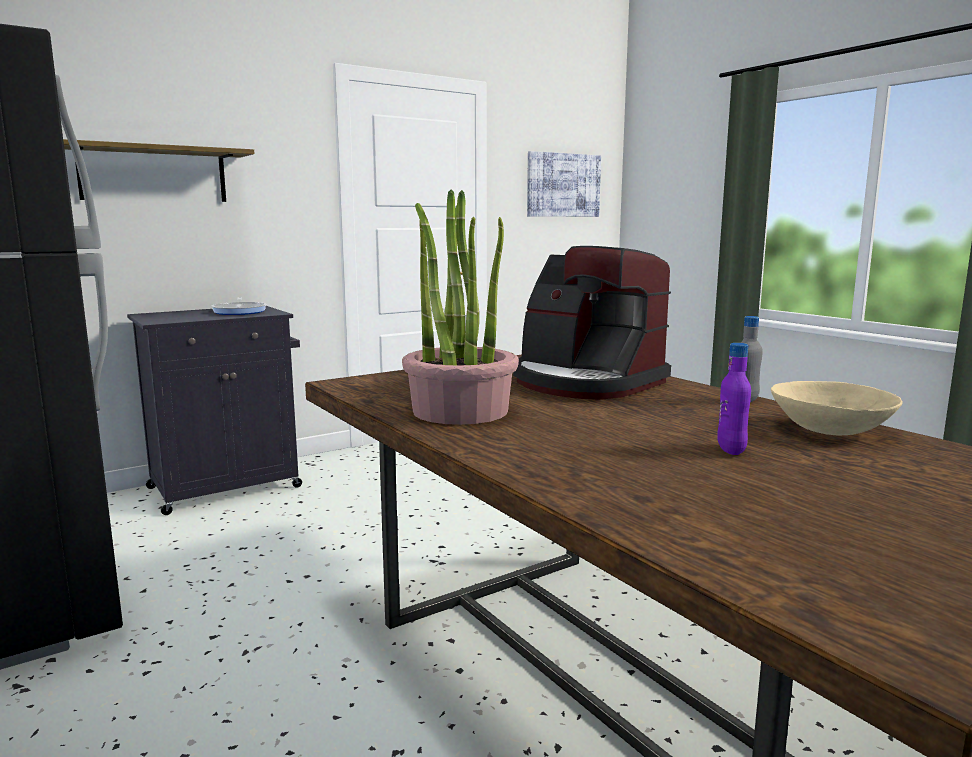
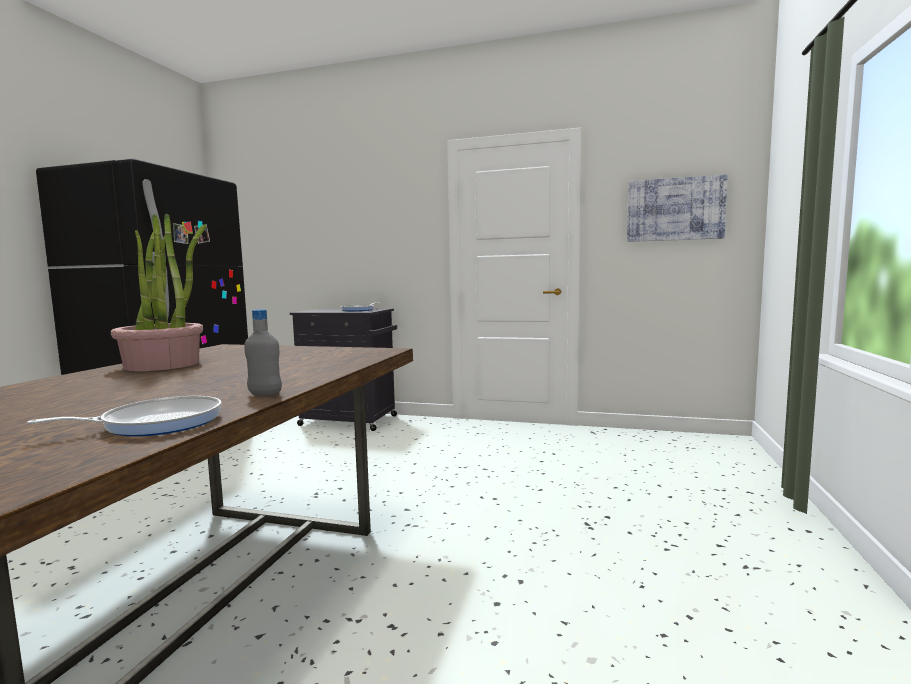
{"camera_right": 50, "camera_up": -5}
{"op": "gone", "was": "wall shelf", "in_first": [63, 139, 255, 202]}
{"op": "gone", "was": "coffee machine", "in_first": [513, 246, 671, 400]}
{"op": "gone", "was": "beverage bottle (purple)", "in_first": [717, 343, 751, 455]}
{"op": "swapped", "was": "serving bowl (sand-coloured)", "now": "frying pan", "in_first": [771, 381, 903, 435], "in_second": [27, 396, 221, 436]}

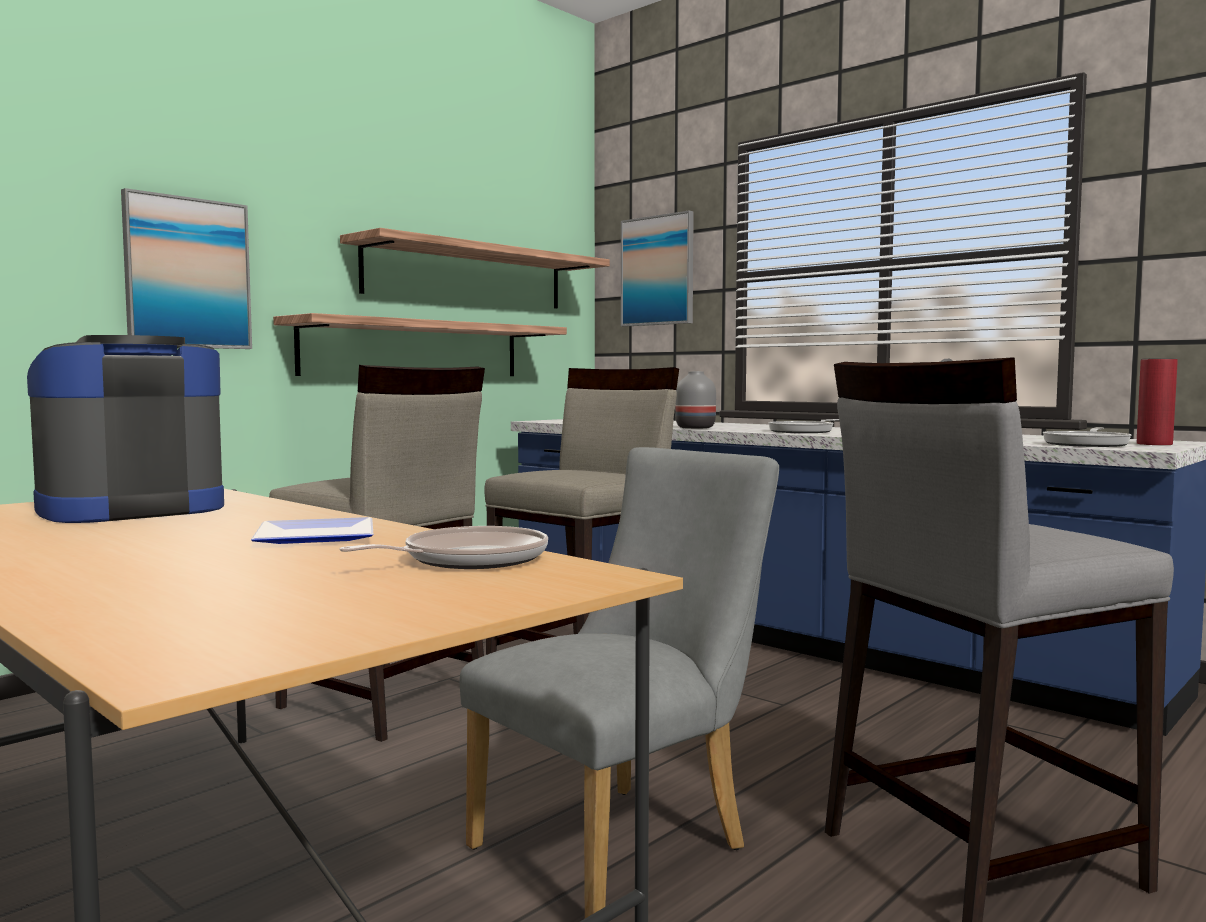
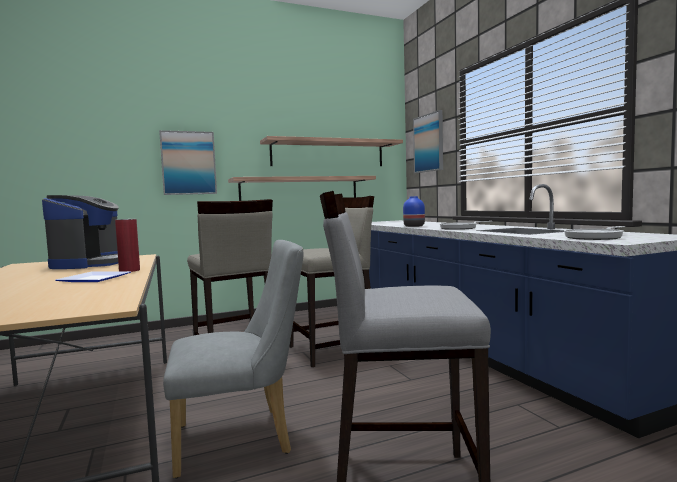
{"camera_right": 25, "camera_up": 0}
{"op": "gone", "was": "frying pan", "in_first": [340, 526, 548, 569]}
{"op": "shifted", "was": "decorative vase (red)", "in_first": [1137, 358, 1178, 445], "in_second": [115, 219, 140, 272]}
{"op": "repainted", "was": "decorative vase (greyish)", "now": "decorative vase (bluish)", "in_first": [675, 371, 716, 429], "in_second": [403, 196, 425, 227]}
{"op": "rotated", "was": "coffee machine", "in_first": [27, 335, 224, 523], "in_second": [42, 195, 119, 269], "clockwise": 105}

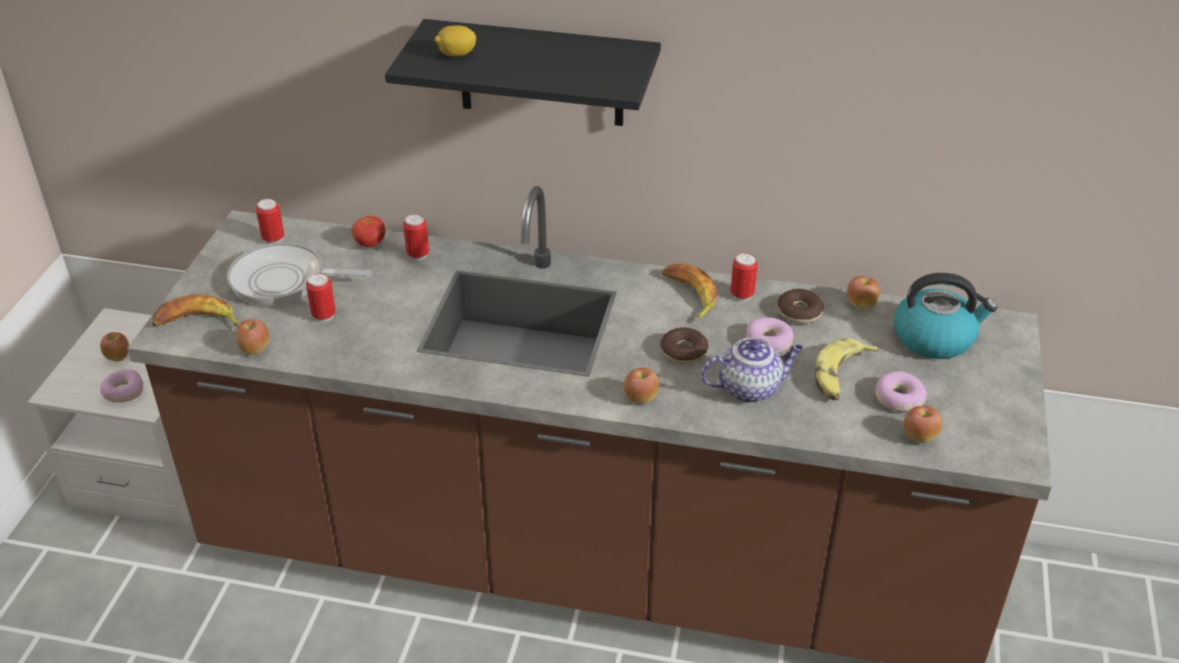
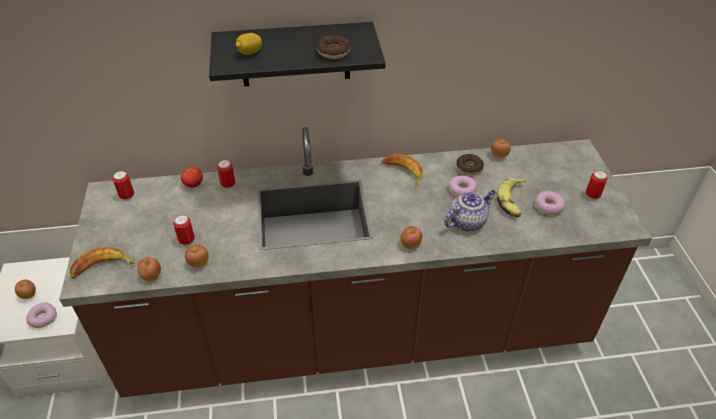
{"camera_right": -20, "camera_up": 5}
{"op": "gone", "was": "frying pan", "in_first": [227, 242, 372, 306]}
{"op": "gone", "was": "water kettle", "in_first": [894, 273, 997, 359]}
{"op": "shifted", "was": "doughnut", "in_first": [661, 327, 709, 365], "in_second": [317, 35, 350, 59]}
{"op": "shifted", "was": "can", "in_first": [731, 253, 758, 301], "in_second": [586, 170, 608, 200]}
{"op": "shifted", "was": "apple", "in_first": [904, 406, 942, 443], "in_second": [185, 245, 209, 268]}

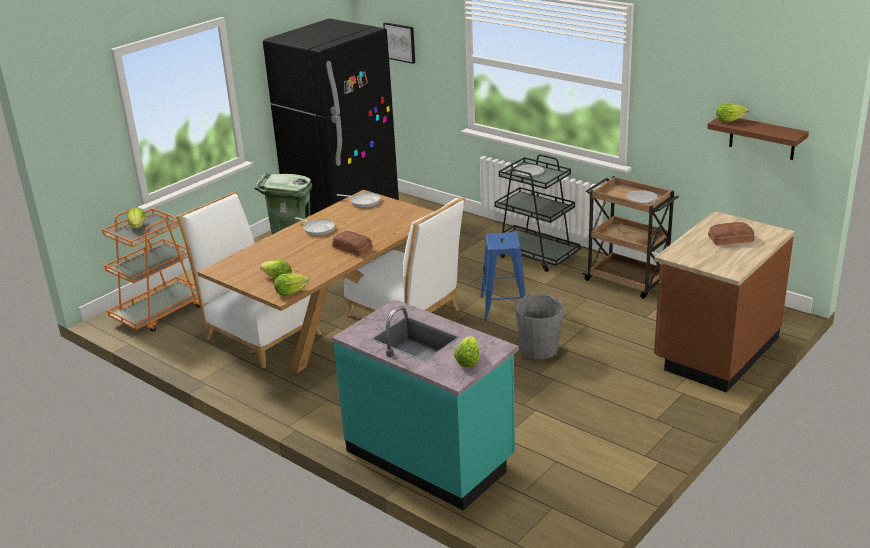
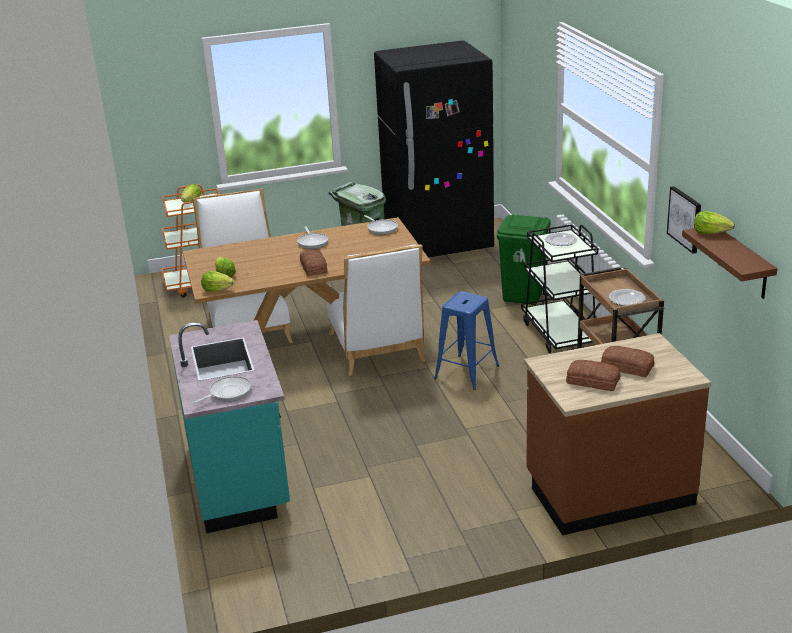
{"camera_right": 35, "camera_up": 0}
{"op": "gone", "was": "pail (greyish)", "in_first": [515, 293, 564, 359]}
{"op": "new", "now": "trash can (green-coloured)", "in_second": [497, 214, 551, 305]}
{"op": "new", "now": "bakery bread", "in_second": [566, 360, 620, 391]}
{"op": "shifted", "was": "wall art", "in_first": [383, 22, 415, 64], "in_second": [667, 186, 701, 254]}
{"op": "swapped", "was": "lettuce", "now": "frying pan", "in_first": [454, 336, 480, 367], "in_second": [192, 376, 251, 404]}

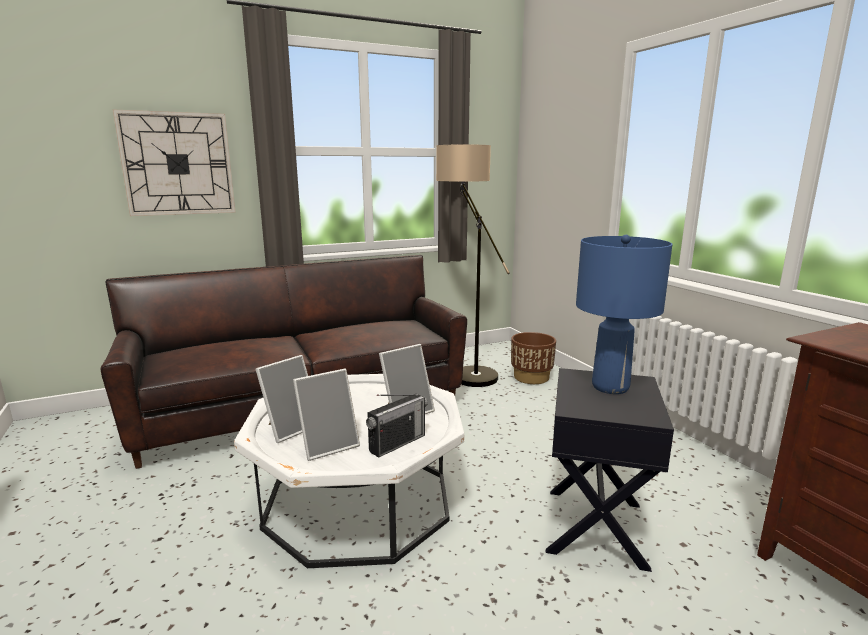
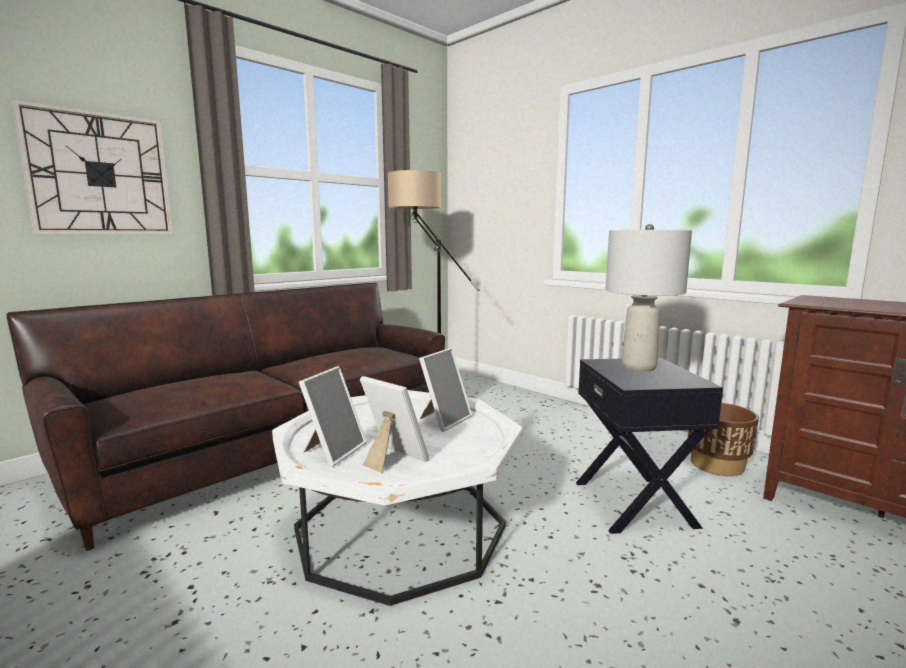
{"camera_right": -20, "camera_up": -5}
{"op": "gone", "was": "radio receiver", "in_first": [366, 394, 428, 458]}
{"op": "shifted", "was": "flower pot (brown)", "in_first": [511, 332, 556, 384], "in_second": [688, 403, 759, 476]}
{"op": "repainted", "was": "lamp for a table (bluish)", "now": "lamp for a table (greyish)", "in_first": [576, 235, 672, 394], "in_second": [606, 224, 692, 371]}
{"op": "rotated", "was": "picture frame", "in_first": [293, 369, 360, 461], "in_second": [360, 376, 429, 473], "clockwise": -90}

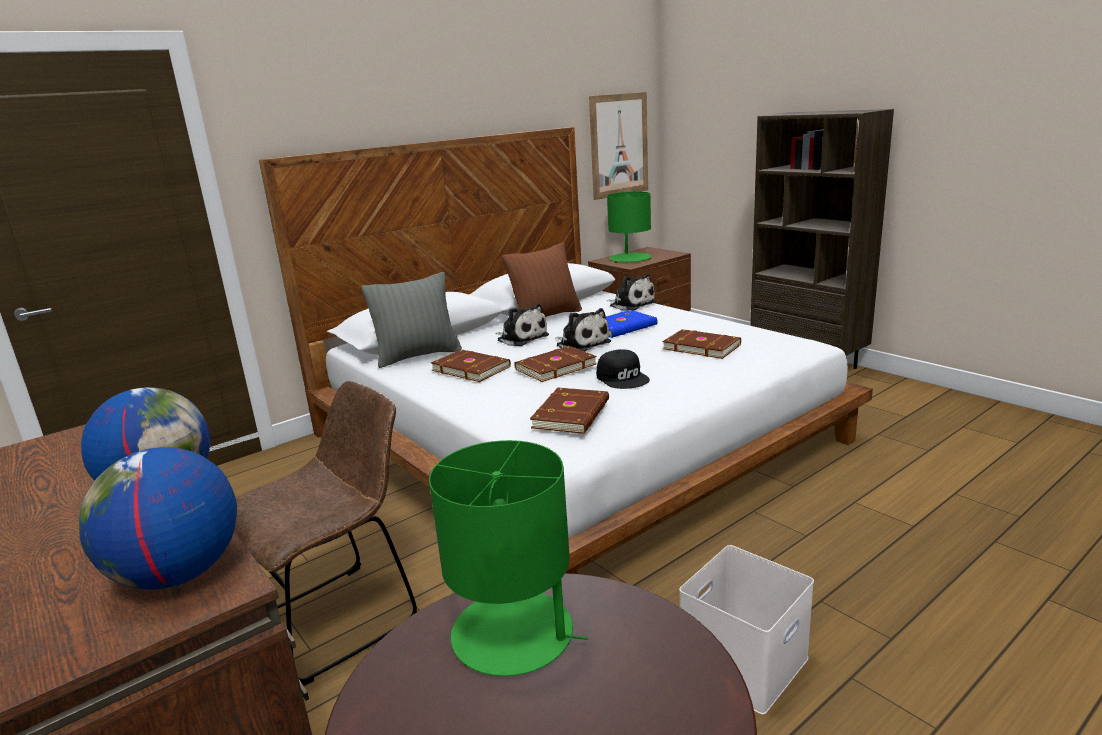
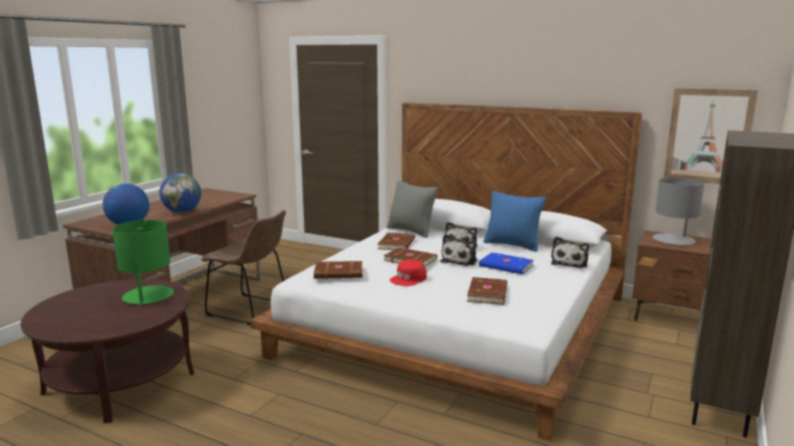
{"camera_right": 65, "camera_up": -5}
{"op": "gone", "was": "storage box (white)", "in_first": [679, 545, 814, 715]}
{"op": "repainted", "was": "pillow (brown)", "now": "pillow (bluish)", "in_first": [502, 243, 582, 317], "in_second": [484, 191, 546, 252]}
{"op": "repainted", "was": "peaked cap (black-coloured)", "now": "peaked cap (red)", "in_first": [596, 349, 650, 389], "in_second": [390, 260, 427, 286]}
{"op": "repainted", "was": "lamp for a table (green-coloured)", "now": "lamp for a table (greyish)", "in_first": [607, 191, 651, 263], "in_second": [652, 177, 704, 247]}

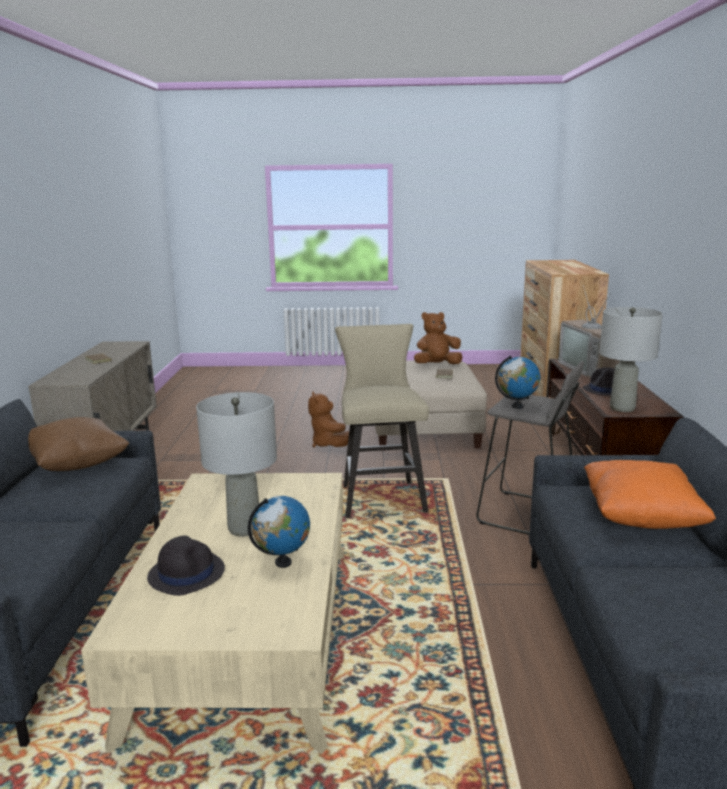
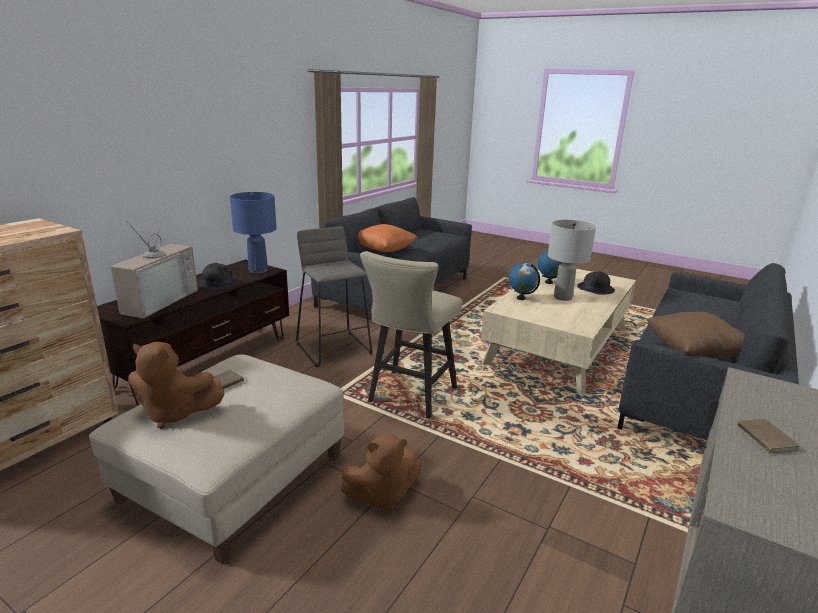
{"camera_right": -150, "camera_up": 5}
{"op": "shifted", "was": "globe", "in_first": [495, 356, 540, 409], "in_second": [509, 263, 540, 300]}
{"op": "repainted", "was": "lamp for a table (greyish)", "now": "lamp for a table (bluish)", "in_first": [599, 307, 663, 412], "in_second": [230, 192, 277, 274]}
{"op": "rotated", "was": "cuddly toy (brown)", "in_first": [308, 392, 349, 448], "in_second": [341, 434, 421, 512], "clockwise": 60}

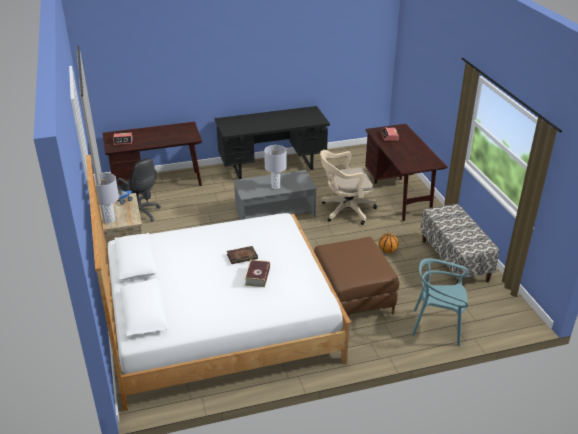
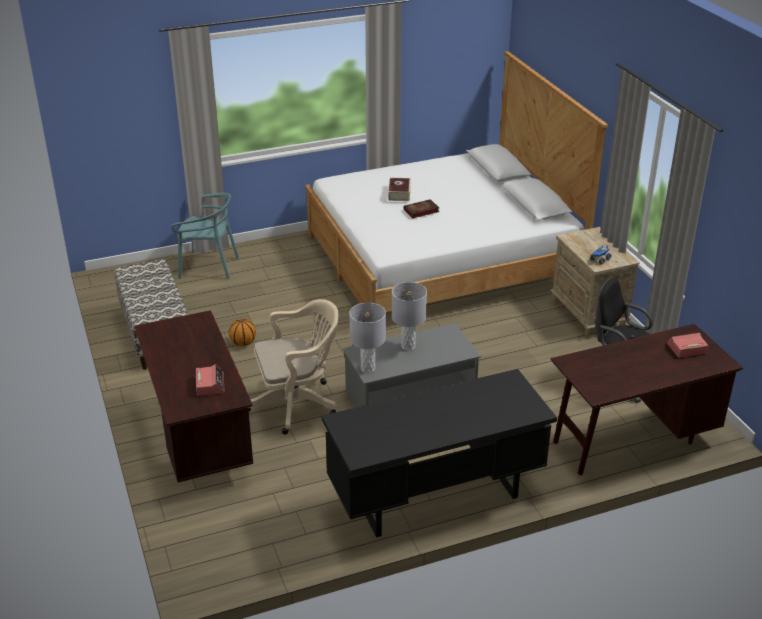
{"camera_right": 175, "camera_up": 0}
{"op": "gone", "was": "pouffe (brown)", "in_first": [314, 237, 400, 316]}
{"op": "shifted", "was": "lamp for a table (greyish)", "in_first": [94, 173, 119, 223], "in_second": [349, 303, 386, 373]}

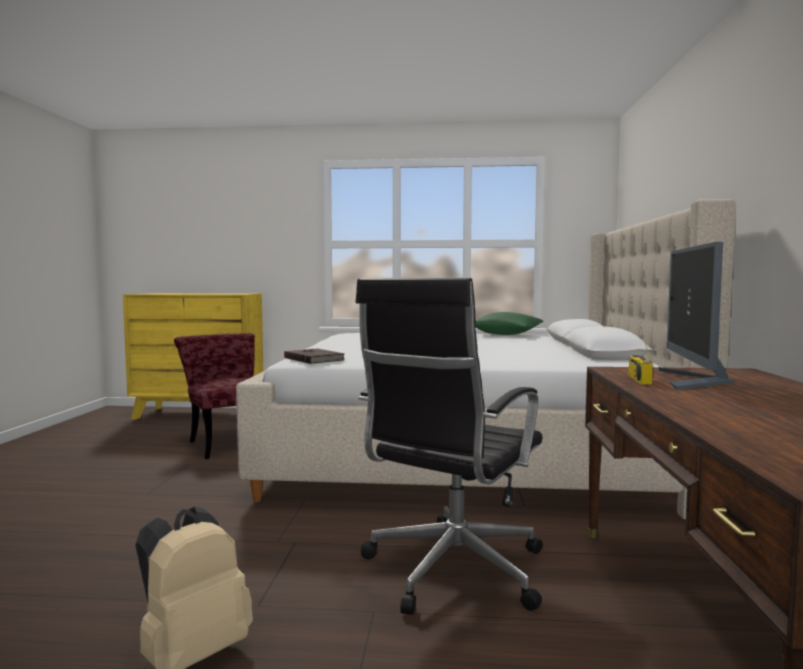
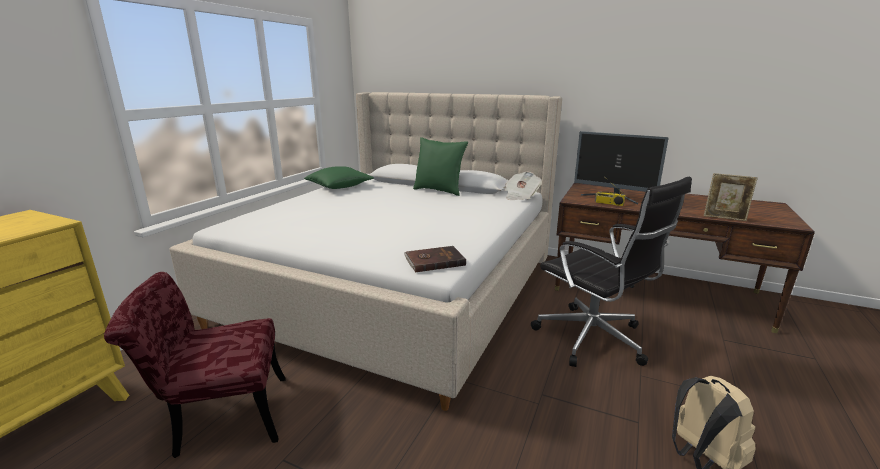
{"camera_right": -70, "camera_up": 15}
{"op": "new", "now": "pillow (green-coloured)", "in_second": [413, 137, 468, 196]}
{"op": "new", "now": "daily paper", "in_second": [505, 172, 542, 200]}
{"op": "new", "now": "picture frame", "in_second": [704, 173, 758, 221]}

